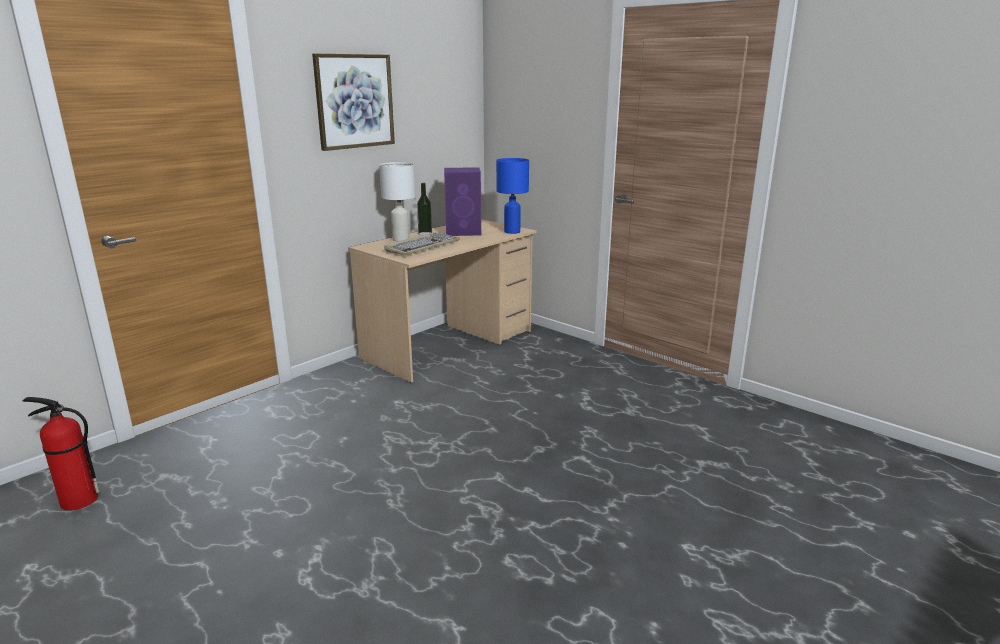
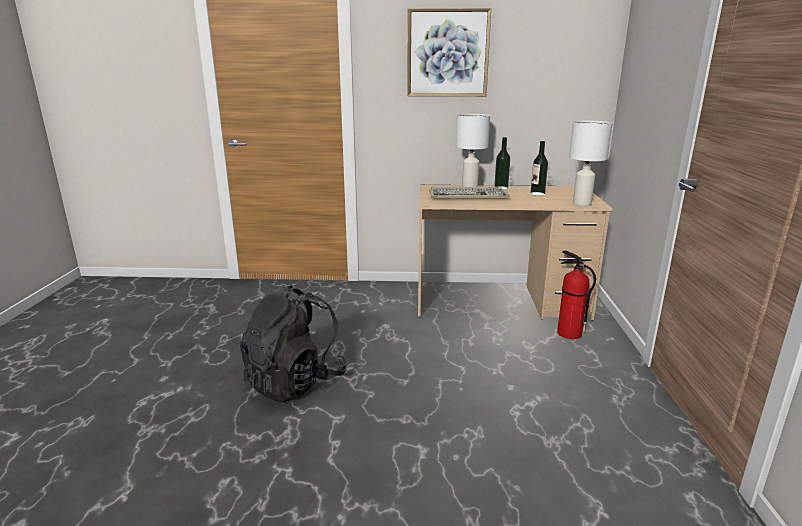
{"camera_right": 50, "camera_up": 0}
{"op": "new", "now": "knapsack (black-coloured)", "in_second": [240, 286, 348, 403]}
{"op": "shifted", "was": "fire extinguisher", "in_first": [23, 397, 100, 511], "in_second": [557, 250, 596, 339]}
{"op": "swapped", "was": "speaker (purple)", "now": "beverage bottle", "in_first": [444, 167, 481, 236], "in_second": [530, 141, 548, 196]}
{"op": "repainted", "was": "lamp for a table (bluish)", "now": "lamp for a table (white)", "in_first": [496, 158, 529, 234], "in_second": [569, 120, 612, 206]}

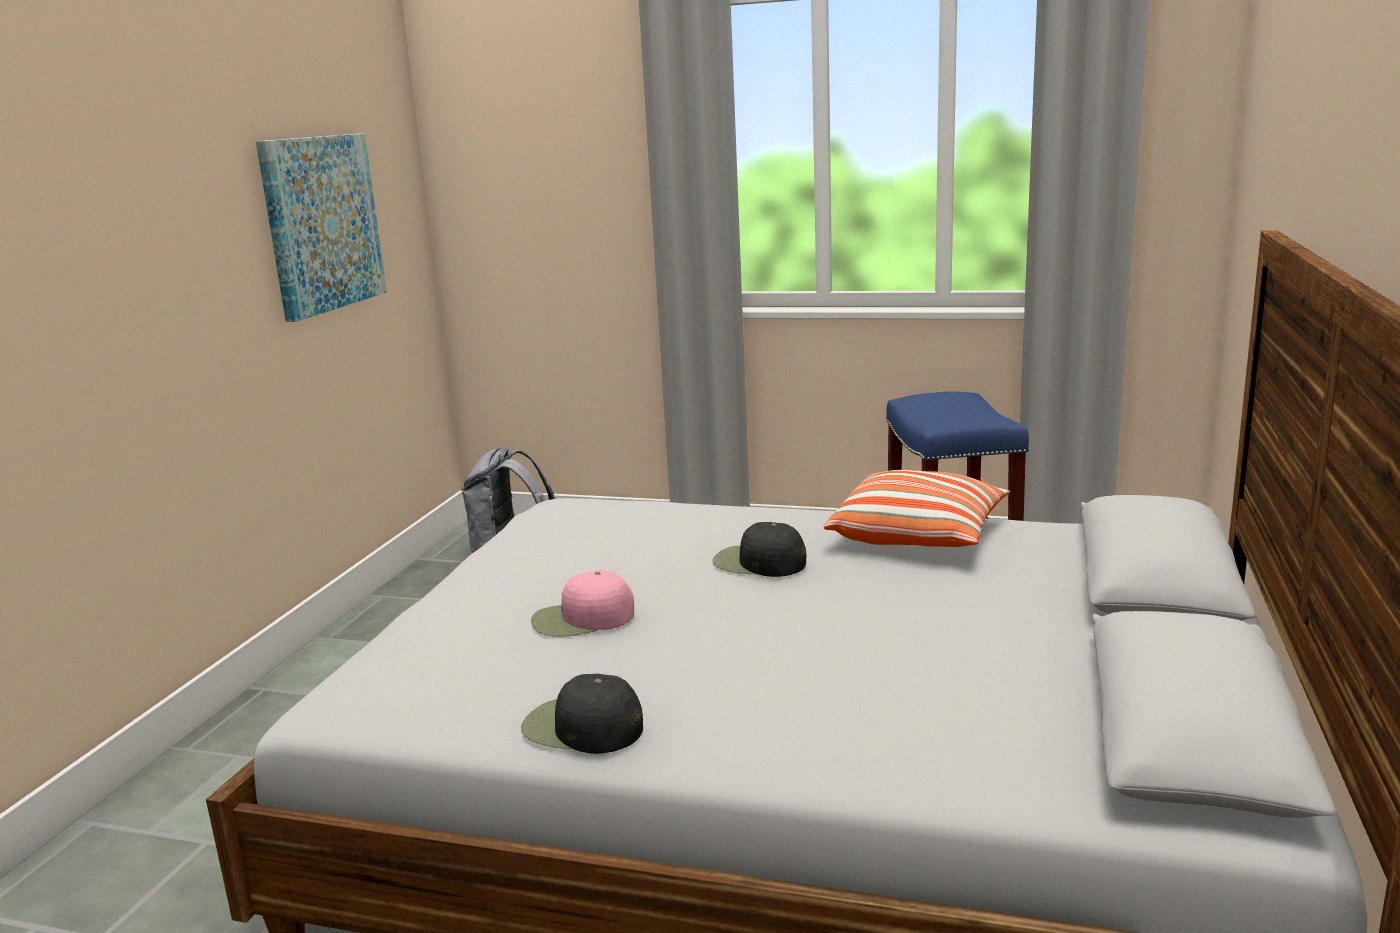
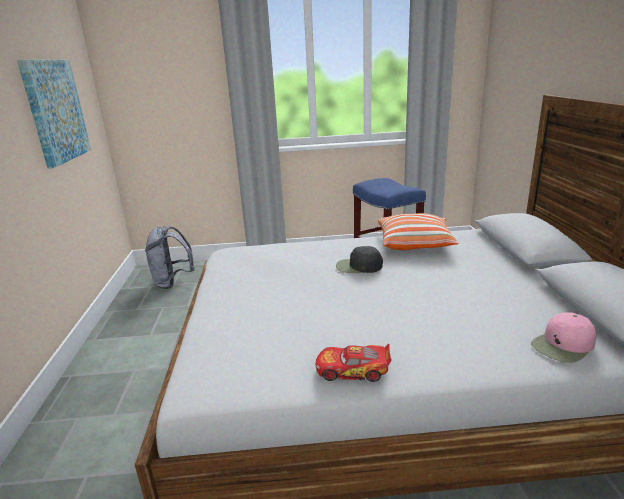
{"camera_right": -20, "camera_up": 5}
{"op": "shifted", "was": "peaked cap (pink)", "in_first": [531, 570, 634, 637], "in_second": [531, 312, 596, 363]}
{"op": "swapped", "was": "peaked cap (black-coloured)", "now": "model car", "in_first": [521, 674, 643, 754], "in_second": [316, 344, 391, 382]}

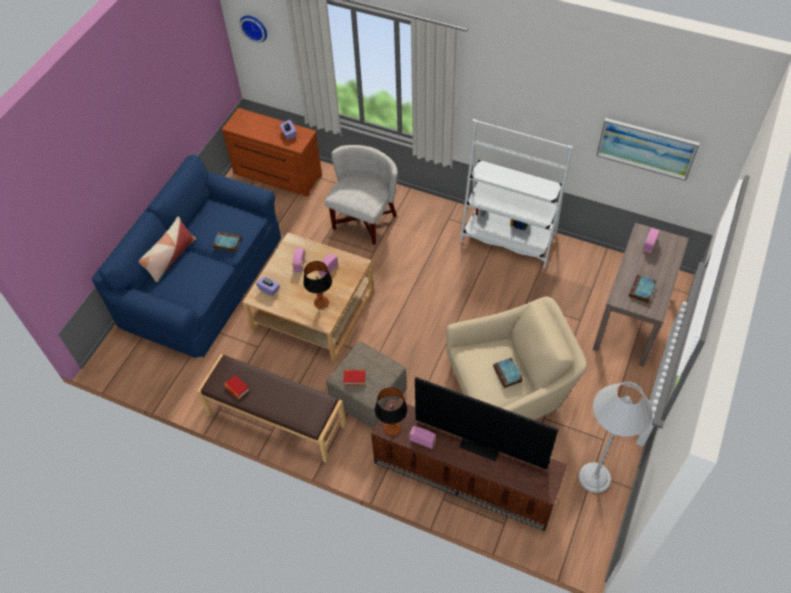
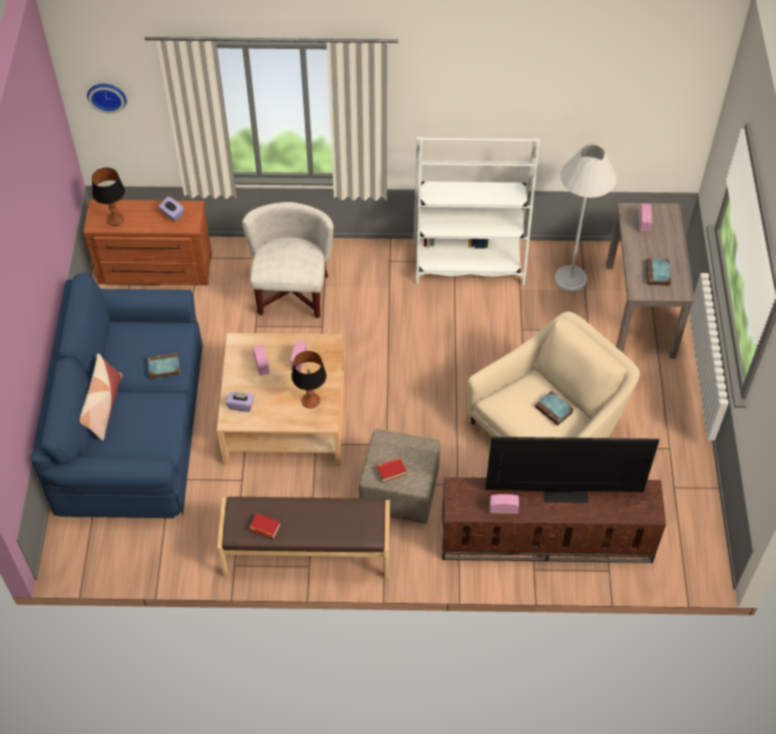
{"camera_right": -25, "camera_up": 0}
{"op": "gone", "was": "wall art", "in_first": [596, 118, 700, 181]}
{"op": "shifted", "was": "lamp for a table", "in_first": [375, 387, 407, 436], "in_second": [92, 168, 125, 226]}
{"op": "shifted", "was": "standard lamp (white)", "in_first": [579, 381, 653, 493], "in_second": [555, 144, 617, 291]}

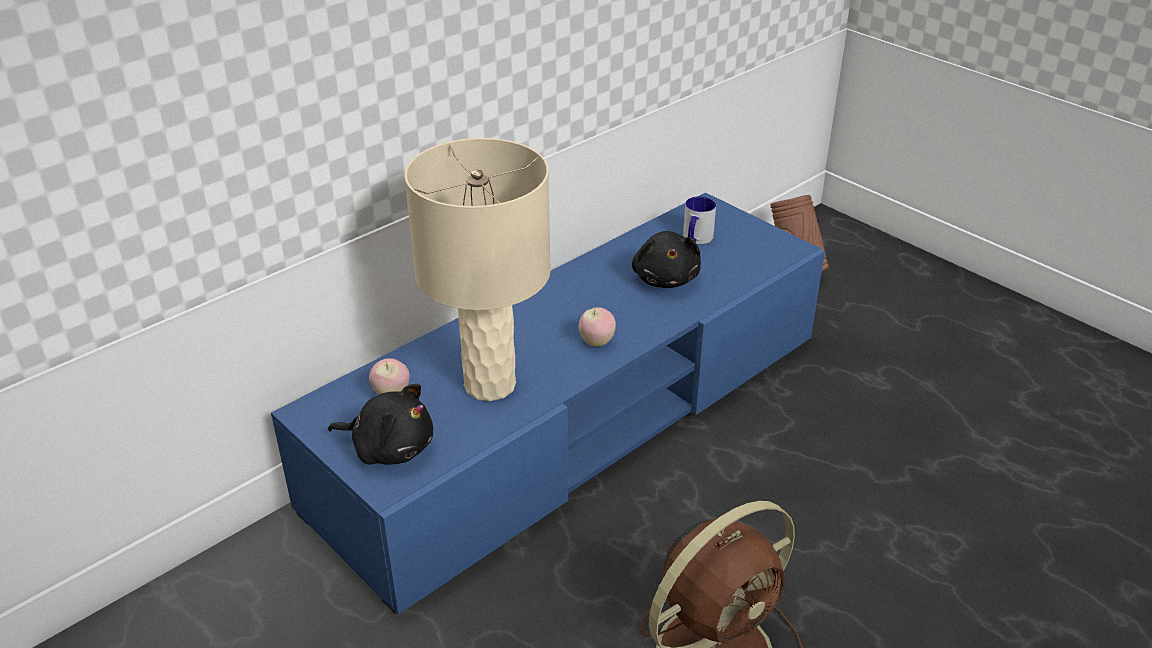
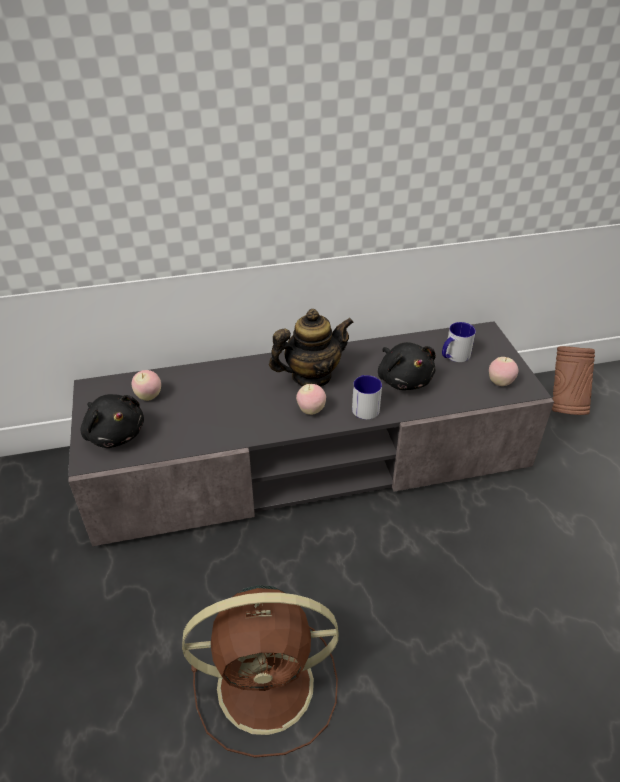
{"camera_right": 30, "camera_up": 5}
{"op": "gone", "was": "lamp for a table (sand-coloured)", "in_first": [404, 138, 551, 401]}
{"op": "new", "now": "pot for tea", "in_second": [269, 309, 354, 387]}
{"op": "new", "now": "coffee mug", "in_second": [352, 375, 382, 420]}
{"op": "new", "now": "apple", "in_second": [489, 357, 518, 386]}
{"op": "repainted", "was": "tv unit (bluish)", "now": "tv unit (greyish)", "in_first": [271, 192, 825, 615], "in_second": [68, 321, 554, 546]}
{"op": "rotated", "was": "cuddly toy (black-coloured)", "in_first": [632, 231, 701, 288], "in_second": [378, 342, 436, 390], "clockwise": -45}

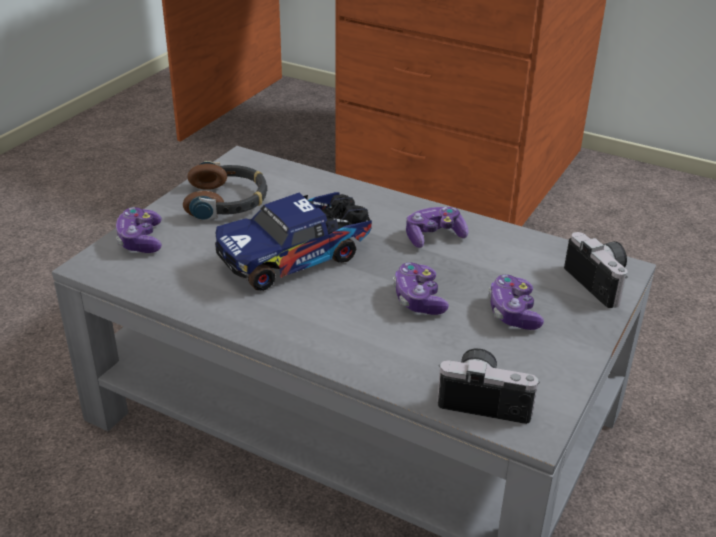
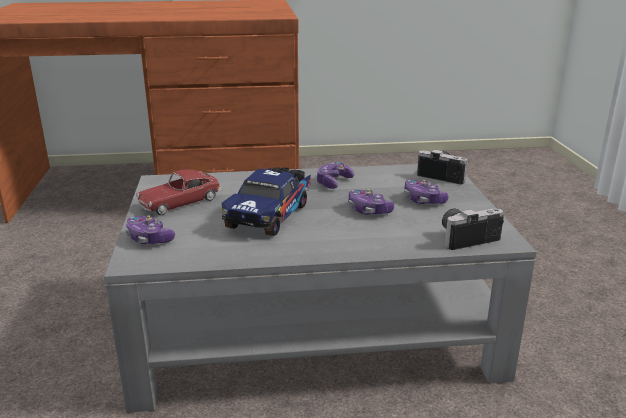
{"camera_right": -35, "camera_up": -10}
{"op": "swapped", "was": "pair of headphones", "now": "model car", "in_first": [183, 161, 268, 221], "in_second": [136, 170, 221, 215]}

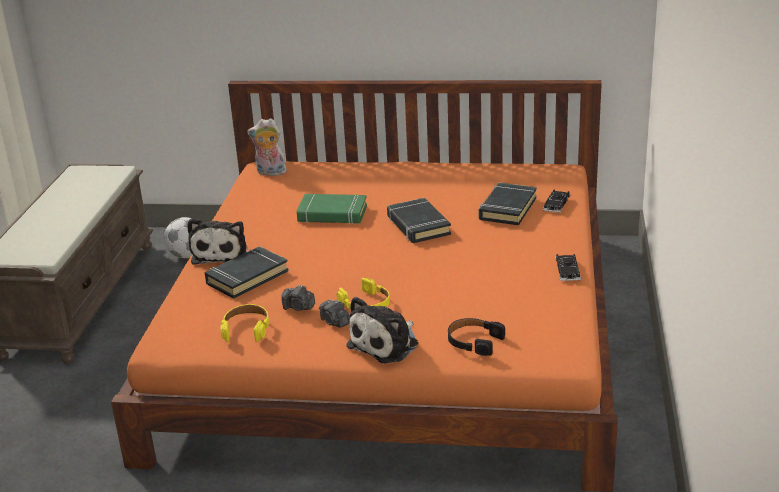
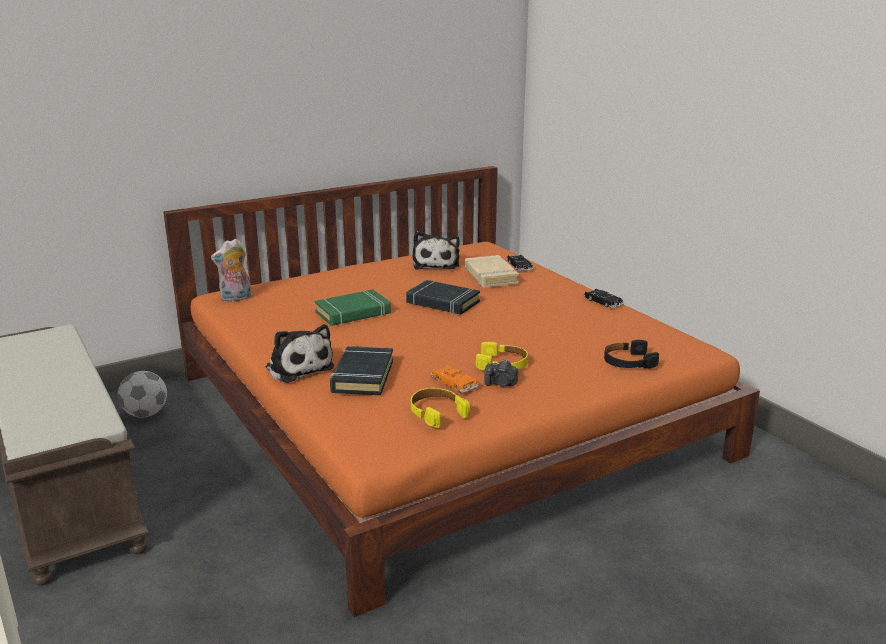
{"camera_right": -40, "camera_up": -5}
{"op": "shifted", "was": "cuddly toy", "in_first": [346, 296, 418, 364], "in_second": [412, 231, 460, 270]}
{"op": "swapped", "was": "still camera", "now": "model car (orange-coloured)", "in_first": [282, 285, 315, 311], "in_second": [431, 365, 479, 393]}
{"op": "repainted", "was": "bound book (black-coloured)", "now": "bound book (sand-coloured)", "in_first": [479, 183, 537, 225], "in_second": [465, 255, 519, 288]}

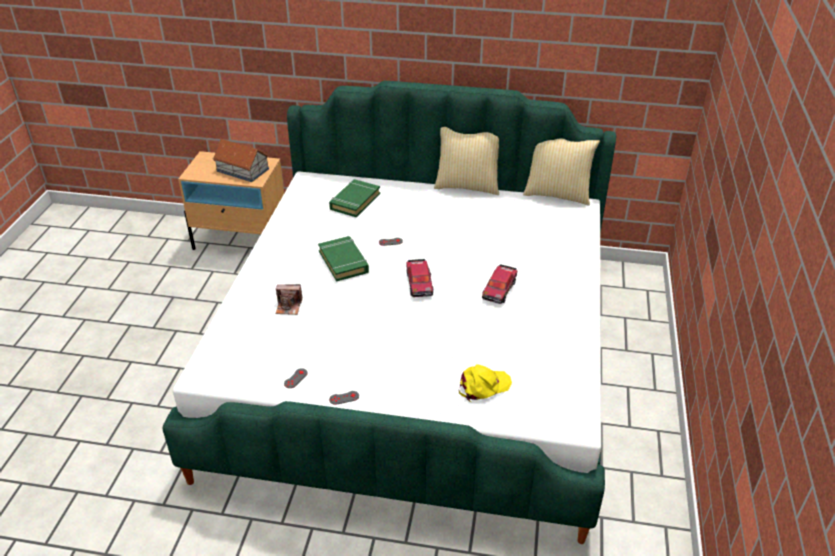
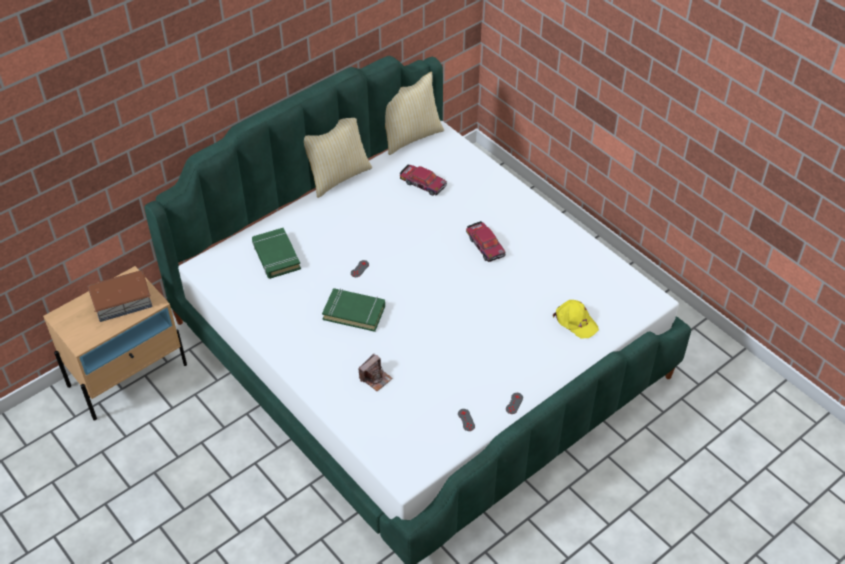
{"camera_right": -50, "camera_up": 10}
{"op": "shifted", "was": "model car", "in_first": [406, 259, 433, 297], "in_second": [400, 164, 447, 196]}
{"op": "rotated", "was": "peaked cap (yellow-coloured)", "in_first": [459, 364, 512, 402], "in_second": [553, 300, 599, 338], "clockwise": 120}

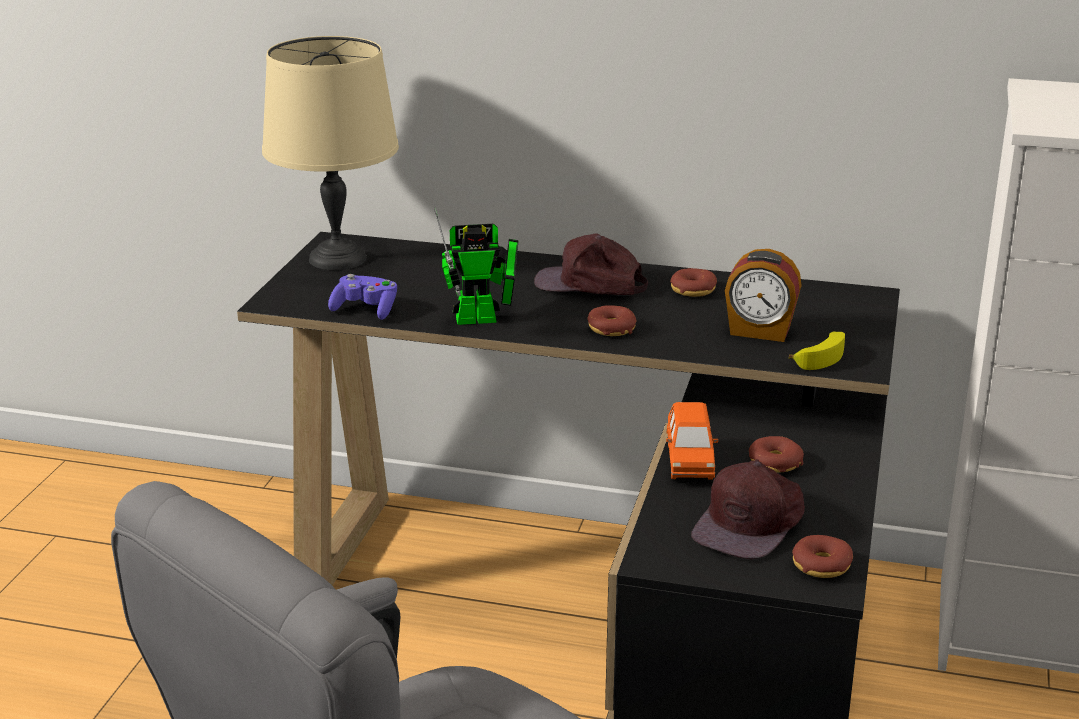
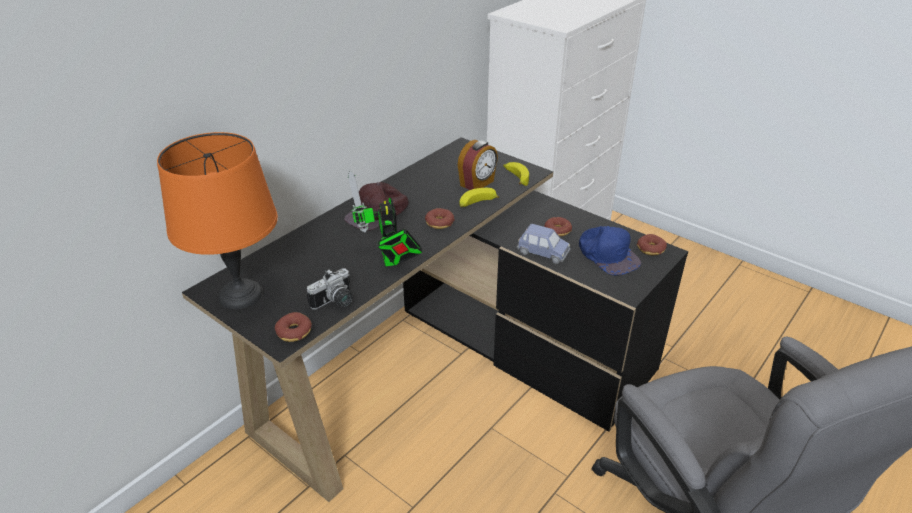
{"camera_right": -65, "camera_up": 10}
{"op": "new", "now": "banana", "in_second": [460, 188, 499, 208]}
{"op": "shifted", "was": "doughnut", "in_first": [670, 268, 717, 297], "in_second": [275, 312, 312, 342]}
{"op": "swapped", "was": "joypad (purple)", "now": "still camera", "in_first": [328, 274, 397, 320], "in_second": [307, 268, 353, 310]}
{"op": "repainted", "was": "lamp for a table (sand-coloured)", "now": "lamp for a table (orange-coloured)", "in_first": [262, 36, 399, 270], "in_second": [157, 132, 278, 309]}
{"op": "repainted", "was": "model car (orange-coloured)", "now": "model car (bluish)", "in_first": [666, 402, 718, 480], "in_second": [517, 224, 571, 264]}
{"op": "repainted", "was": "peaked cap (brown)", "now": "peaked cap (bluish)", "in_first": [691, 459, 805, 559], "in_second": [579, 226, 641, 275]}
{"op": "rotated", "was": "toy robot", "in_first": [434, 207, 519, 325], "in_second": [348, 171, 422, 267], "clockwise": 150}

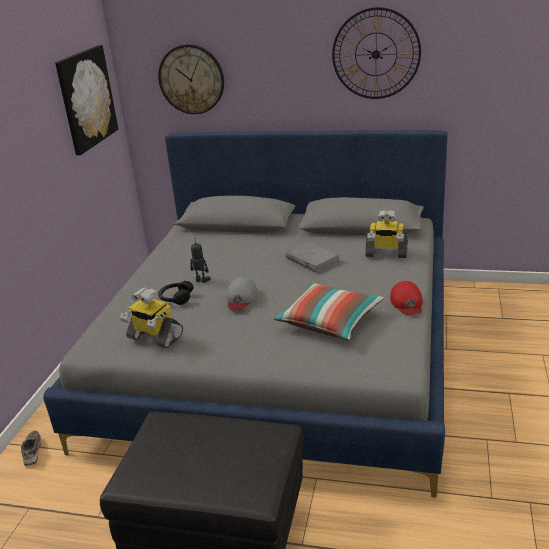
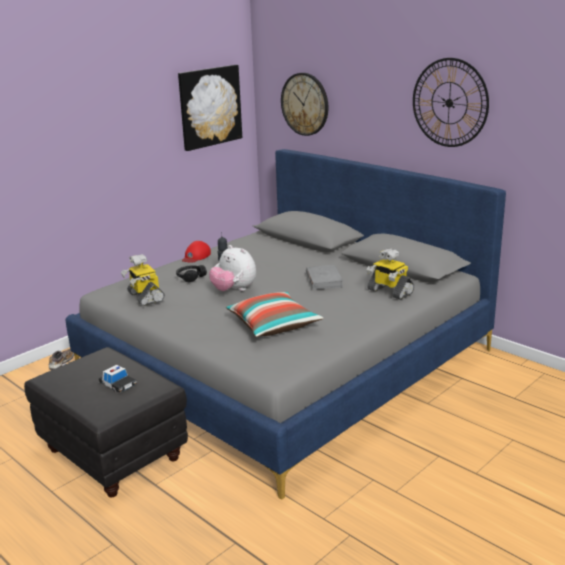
{"camera_right": 30, "camera_up": -5}
{"op": "new", "now": "model car", "in_second": [98, 365, 138, 393]}
{"op": "shifted", "was": "peaked cap (red)", "in_first": [390, 281, 423, 315], "in_second": [182, 241, 211, 263]}
{"op": "swapped", "was": "peaked cap (greyish)", "now": "cuddly toy", "in_first": [227, 277, 257, 310], "in_second": [209, 245, 256, 291]}

